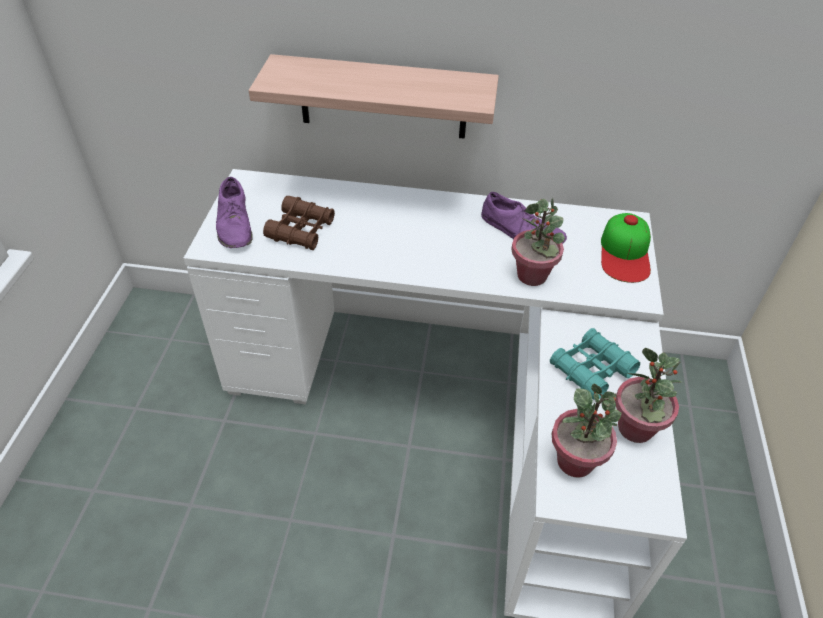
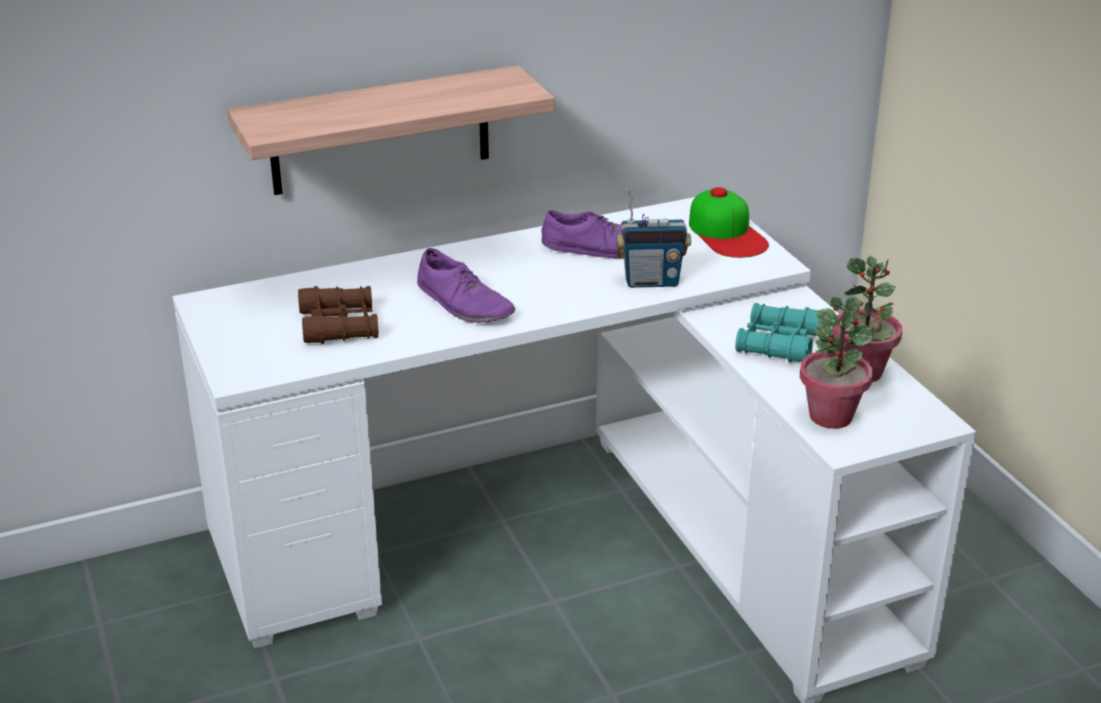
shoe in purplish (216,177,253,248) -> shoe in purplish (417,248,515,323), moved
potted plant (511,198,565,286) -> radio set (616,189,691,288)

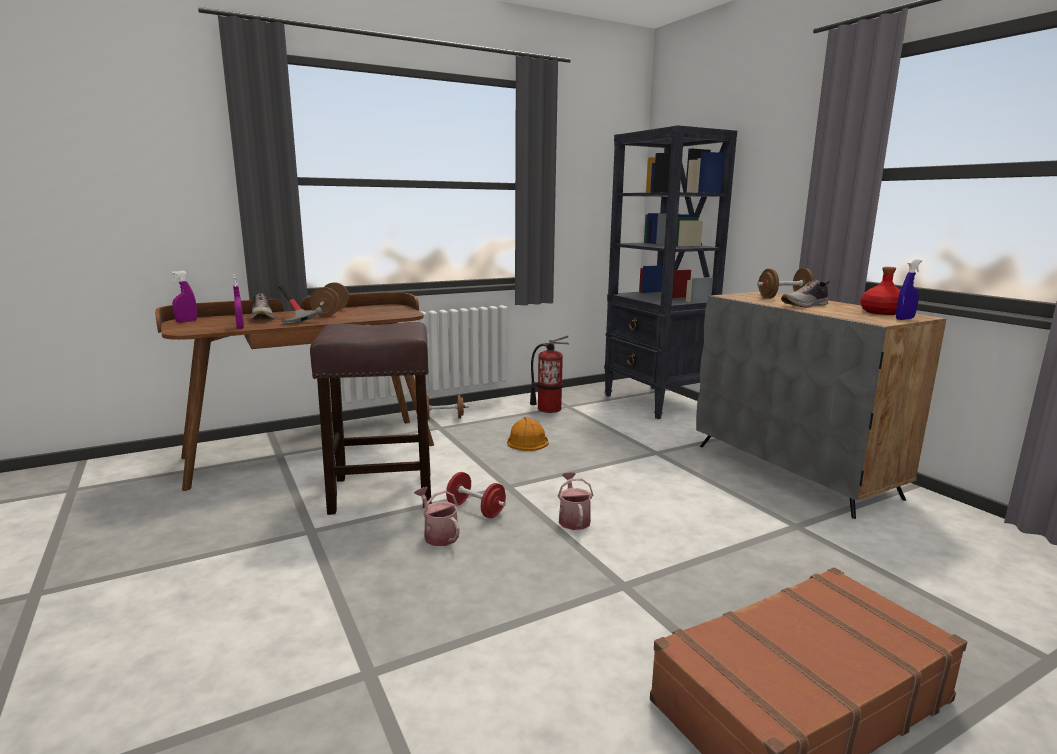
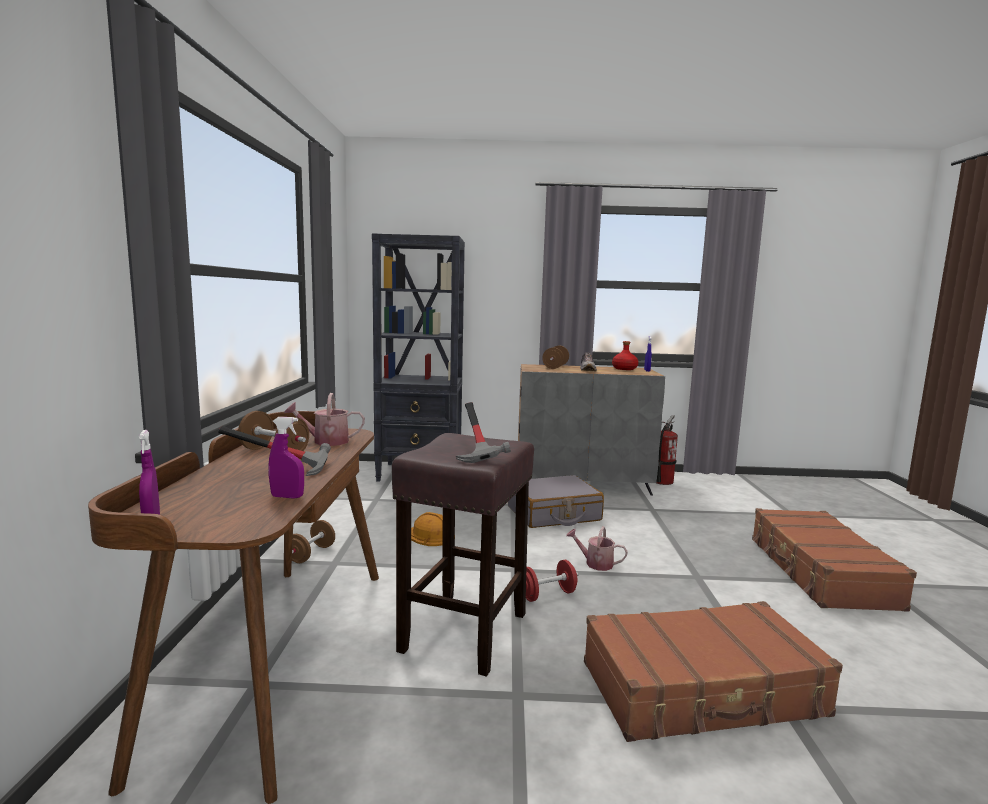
watering pot (414,487,460,546) -> watering pot (284,393,365,446), moved
none -> hand hammer (456,402,511,463)
none -> travel case in gray (508,475,604,528)
none -> travel case in brownish (584,601,843,742)
fire extinguisher (530,335,569,413) -> fire extinguisher (656,415,678,485), moved
shoe (251,293,275,320) -> none

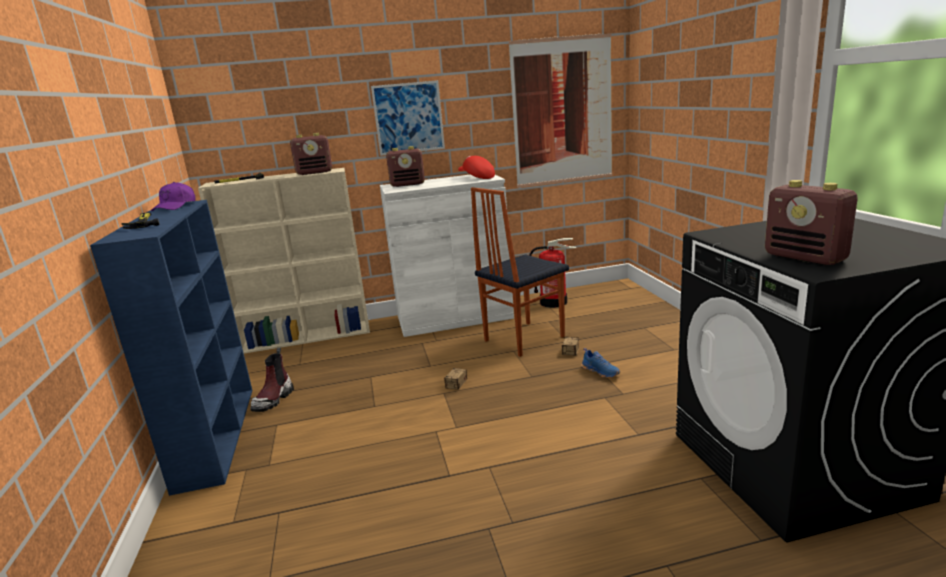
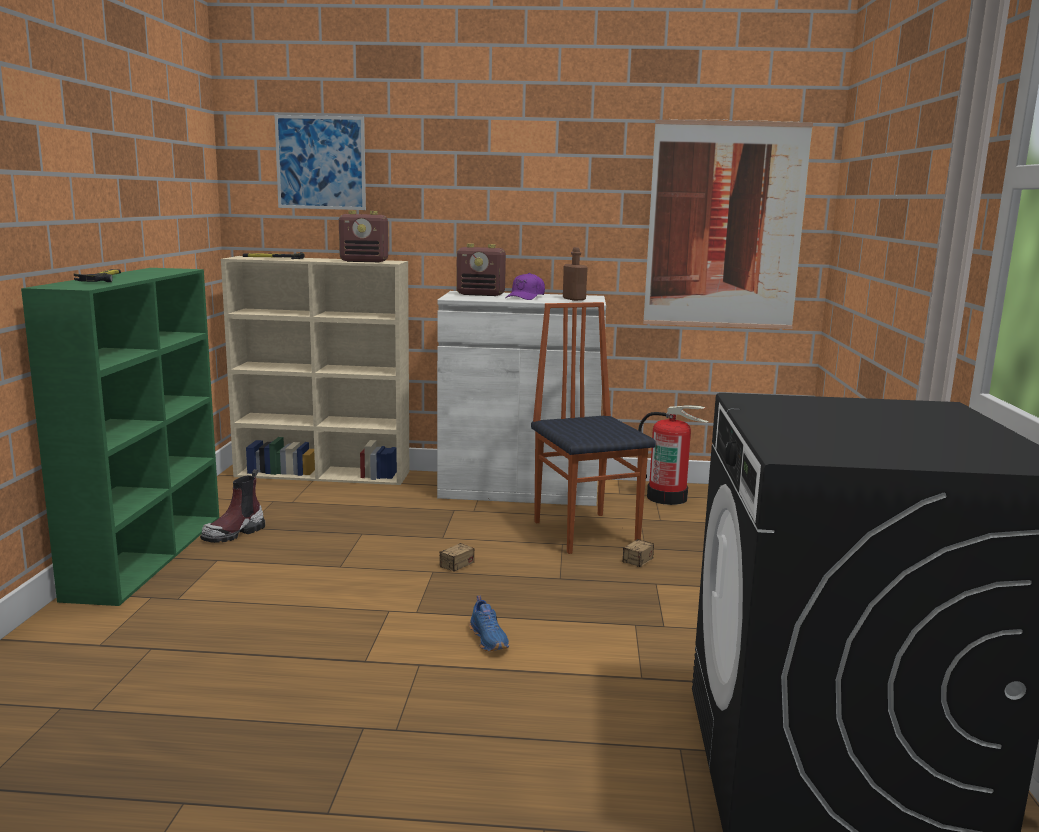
bookcase in blue-coloured (90,200,252,496) -> bookcase in green (21,268,219,606)
wall picture (371,80,445,156) -> wall picture (275,115,366,210), moved
shoe in blue-coloured (582,348,620,378) -> shoe in blue-coloured (469,596,509,651), moved
cap in purplish (151,182,196,211) -> cap in purplish (505,273,545,300), moved
plain chair (471,187,569,357) -> plain chair (531,302,656,554), 90 degrees clockwise
cap in reddish (458,156,495,179) -> beverage bottle in brownish (563,247,588,301)
radio set (765,180,858,265) -> none

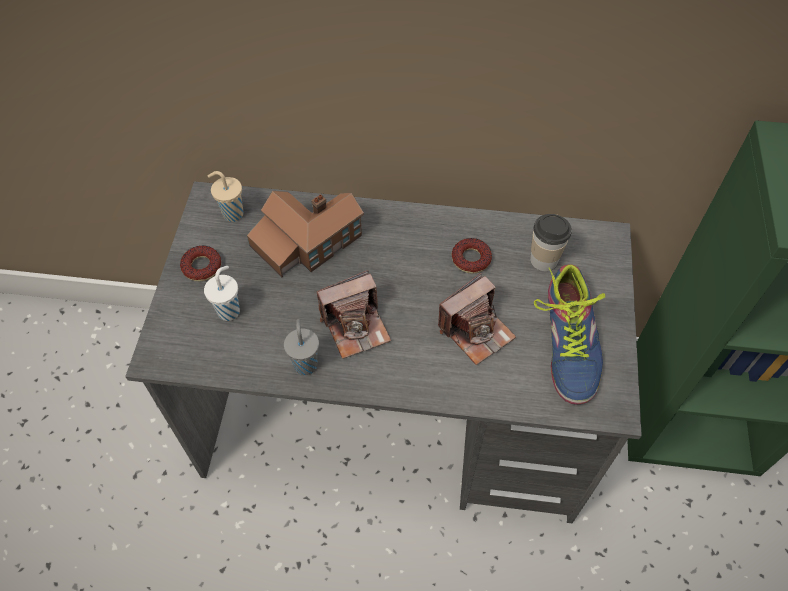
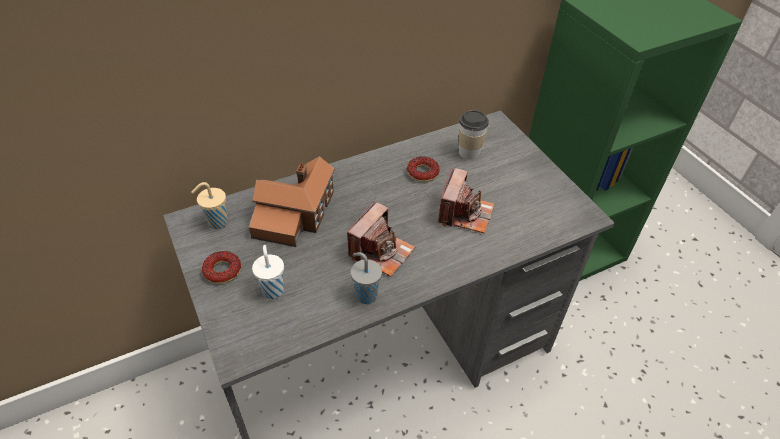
shoe (534,264,605,404) -> none

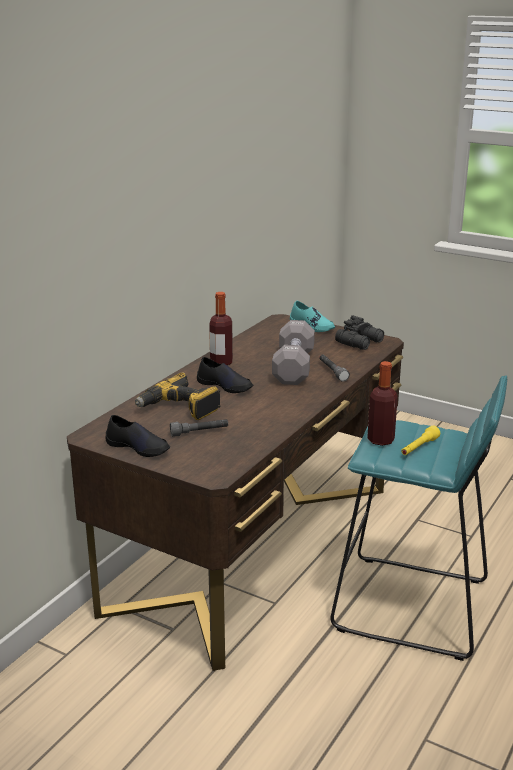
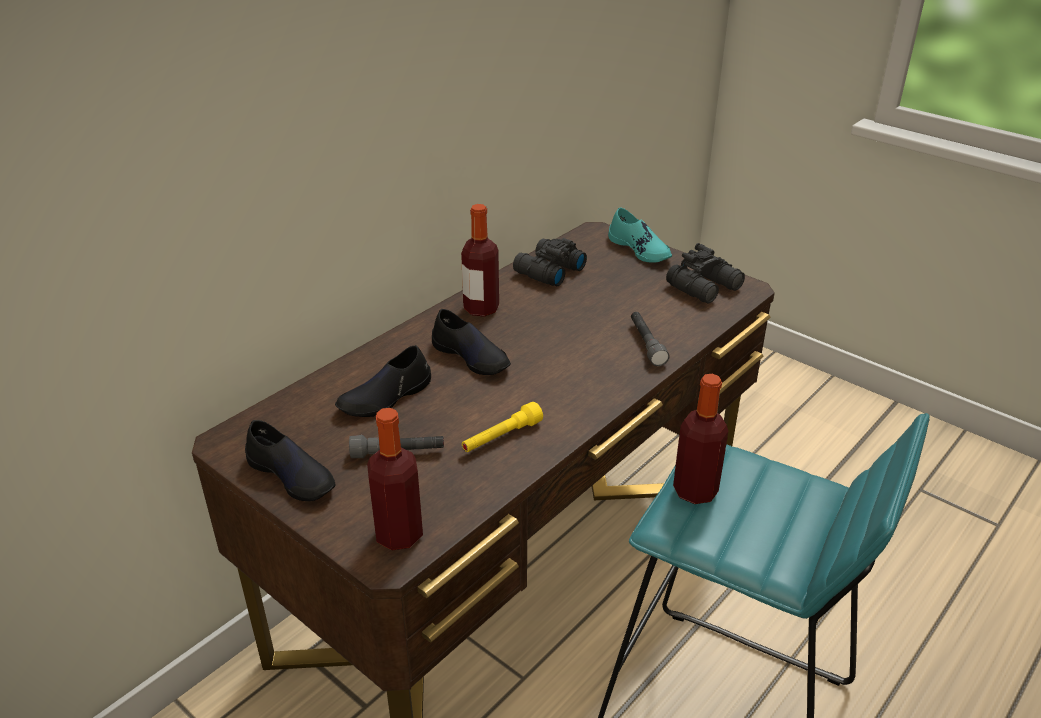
electric drill (135,372,221,420) -> shoe in blackish (335,345,431,417)
none -> beverage bottle (367,408,423,550)
flashlight in yellow-coloured (401,426,440,455) -> flashlight in yellow-coloured (462,402,543,452), moved
none -> pair of binoculars in blackish (513,238,587,286)
hand weight in gray (272,320,315,385) -> none

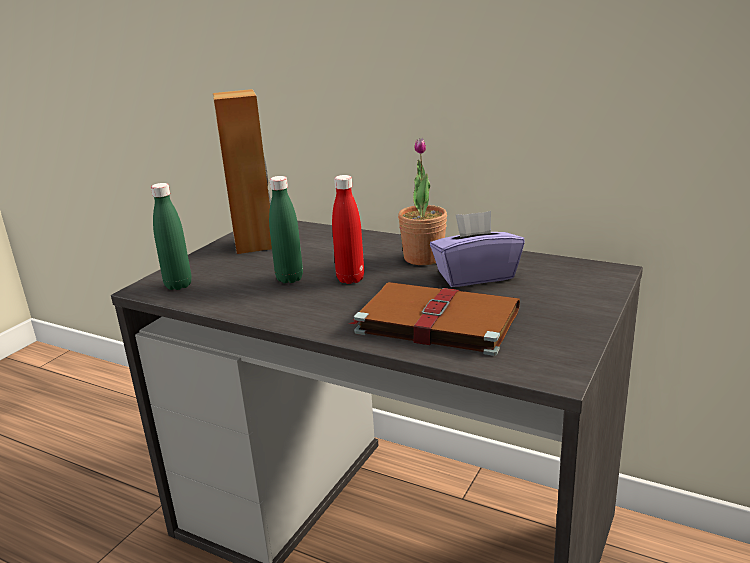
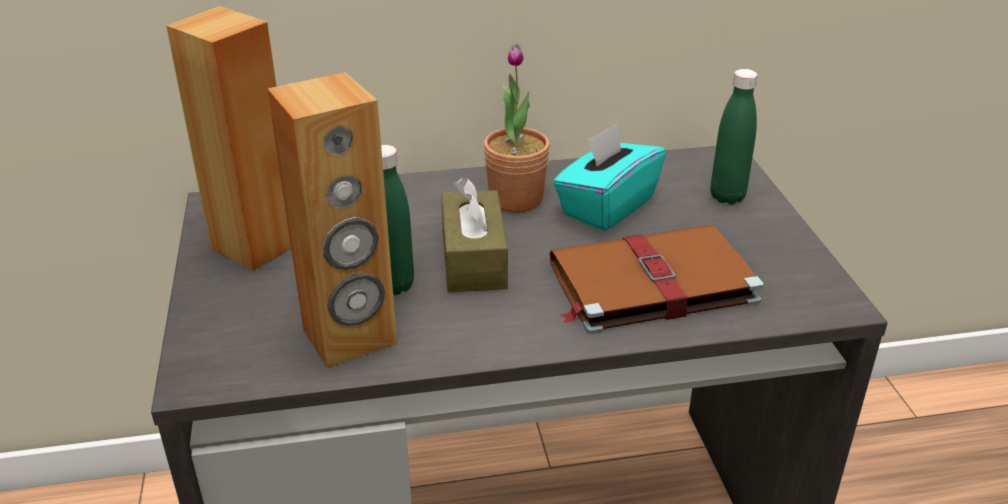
none -> loudspeaker in brownish (267,72,397,368)
beverage bottle in reddish (332,175,364,284) -> tissue box in brownish (441,177,508,292)
tissue box in purplish (430,211,525,287) -> tissue box in turquoise (553,123,666,231)
beverage bottle in green (151,183,191,290) -> beverage bottle in green (710,69,758,204), moved

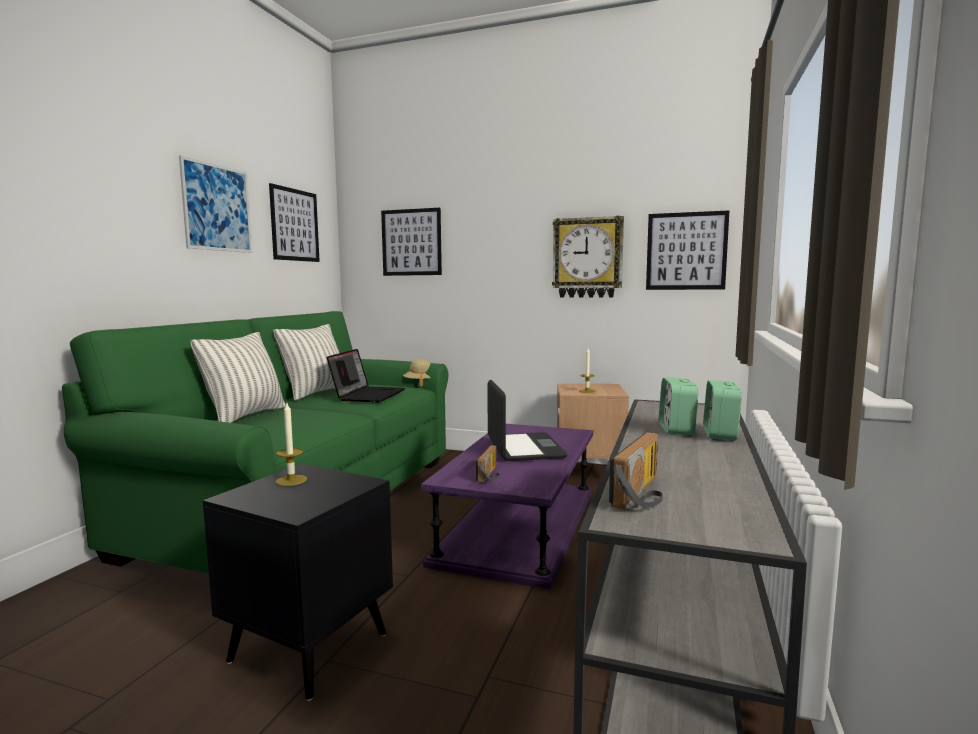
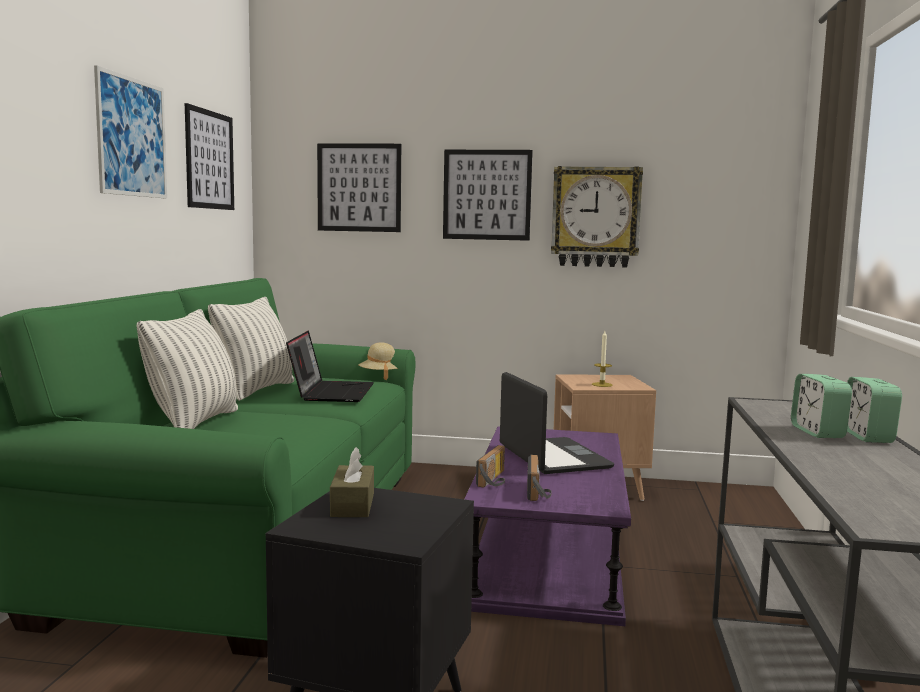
wax candle (276,403,307,486) -> tissue box in brownish (330,447,374,517)
wall picture (646,211,729,290) -> wall picture (443,150,533,241), moved
radio set (609,432,663,509) -> radio set (476,445,505,488), moved

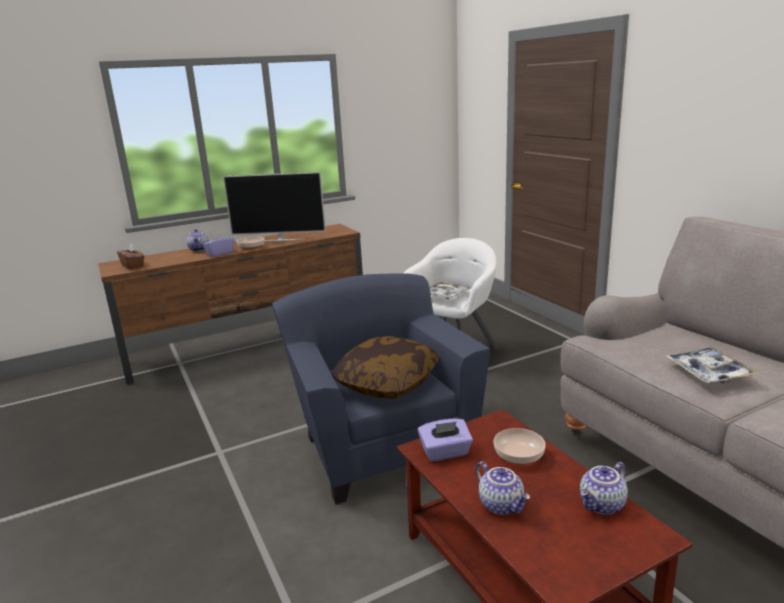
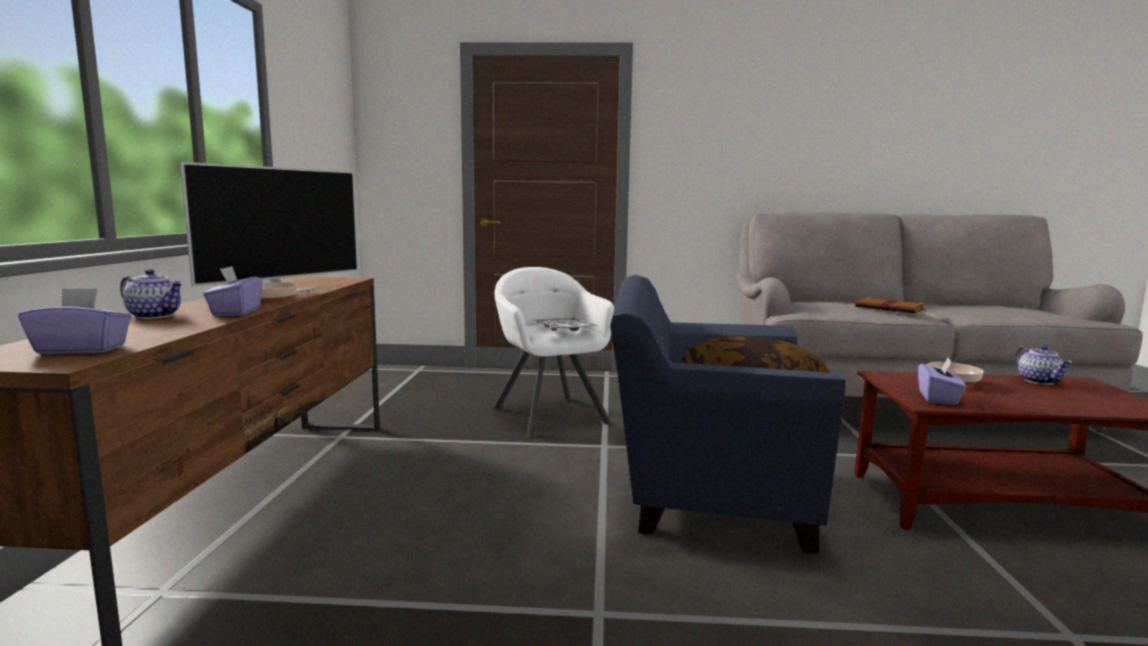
tissue box in brownish (117,243,145,269) -> tissue box in purplish (18,288,132,354)
tray (666,347,759,384) -> book in brownish (855,297,927,314)
tea pot (475,461,530,515) -> none

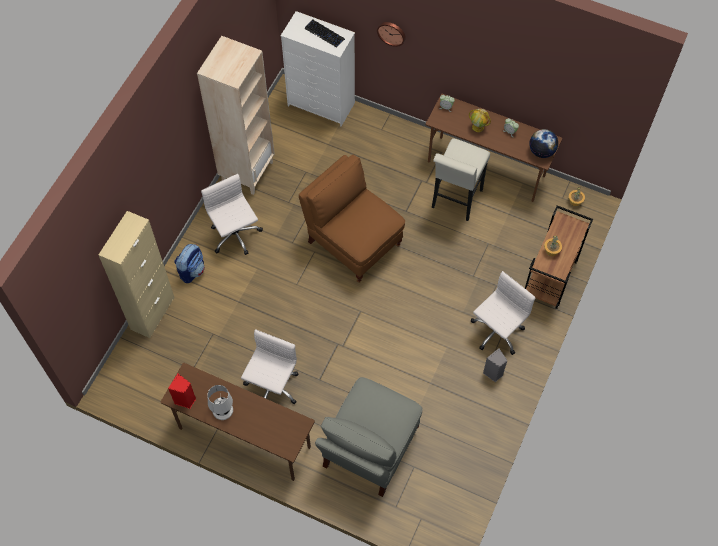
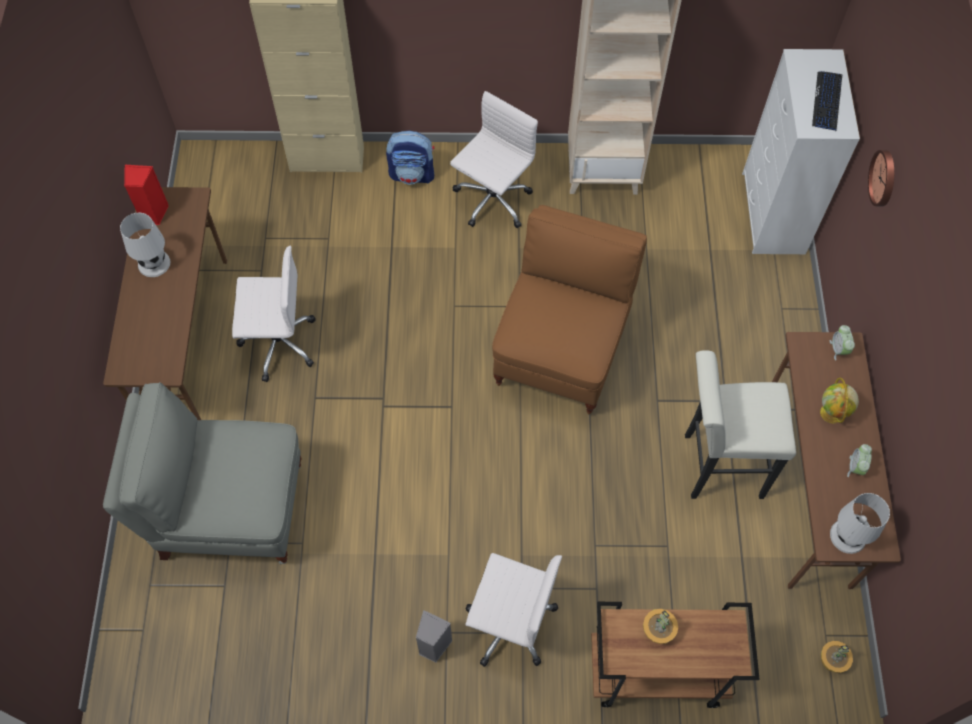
desk globe (529,129,558,158) -> lamp for a table in white (830,493,890,554)

